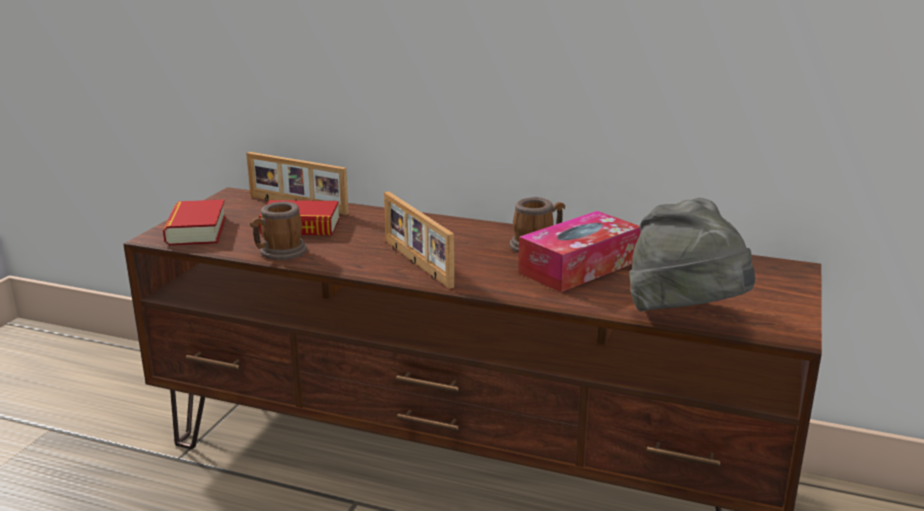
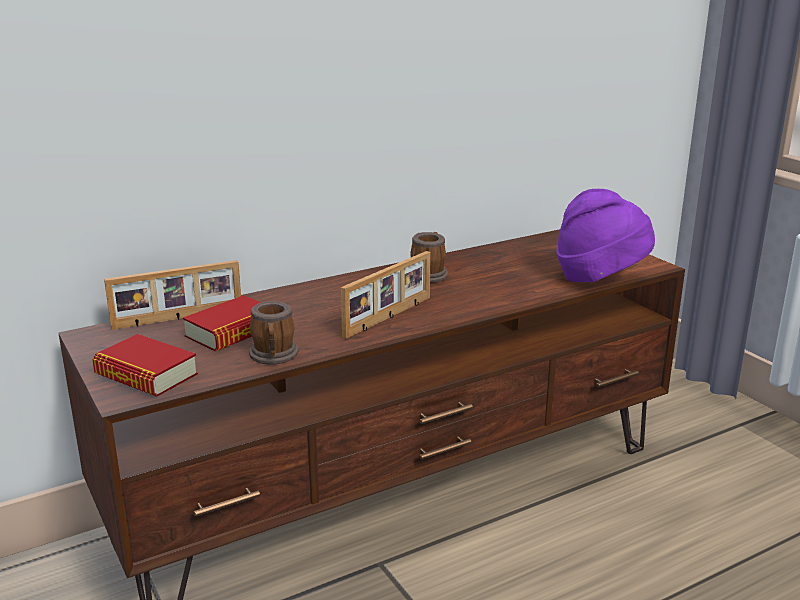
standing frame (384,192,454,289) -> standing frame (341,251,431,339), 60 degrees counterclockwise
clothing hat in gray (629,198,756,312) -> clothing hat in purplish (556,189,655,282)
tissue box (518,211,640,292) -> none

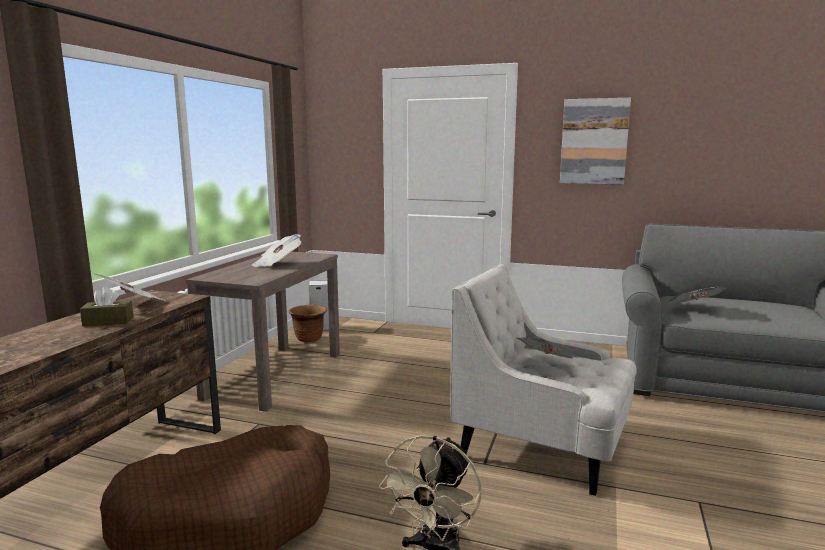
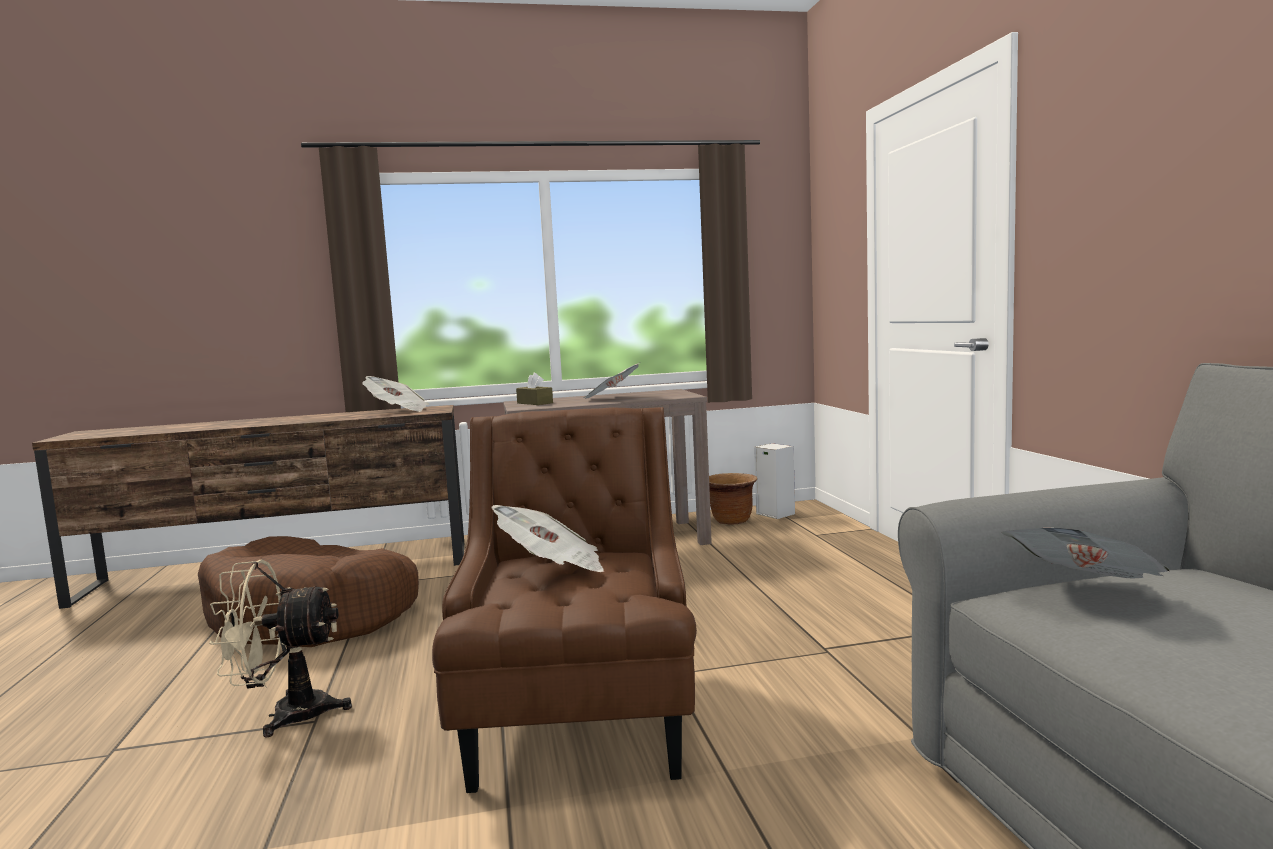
armchair in white (450,264,637,496) -> armchair in brownish (432,407,697,793)
tissue box in brownish (80,287,134,326) -> tissue box in brownish (516,373,553,405), moved
wall picture (560,98,631,185) -> none

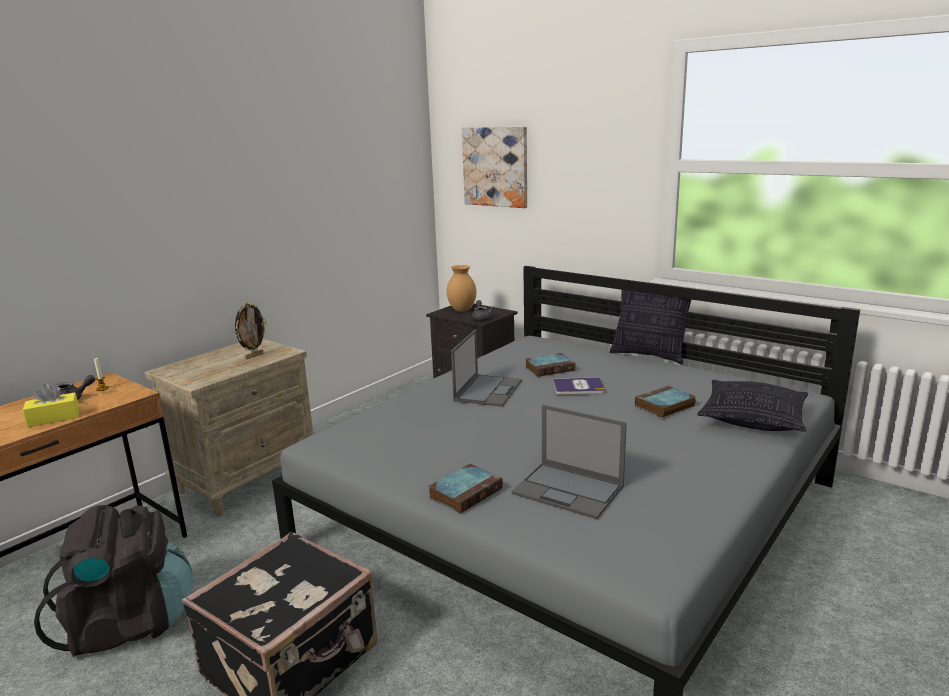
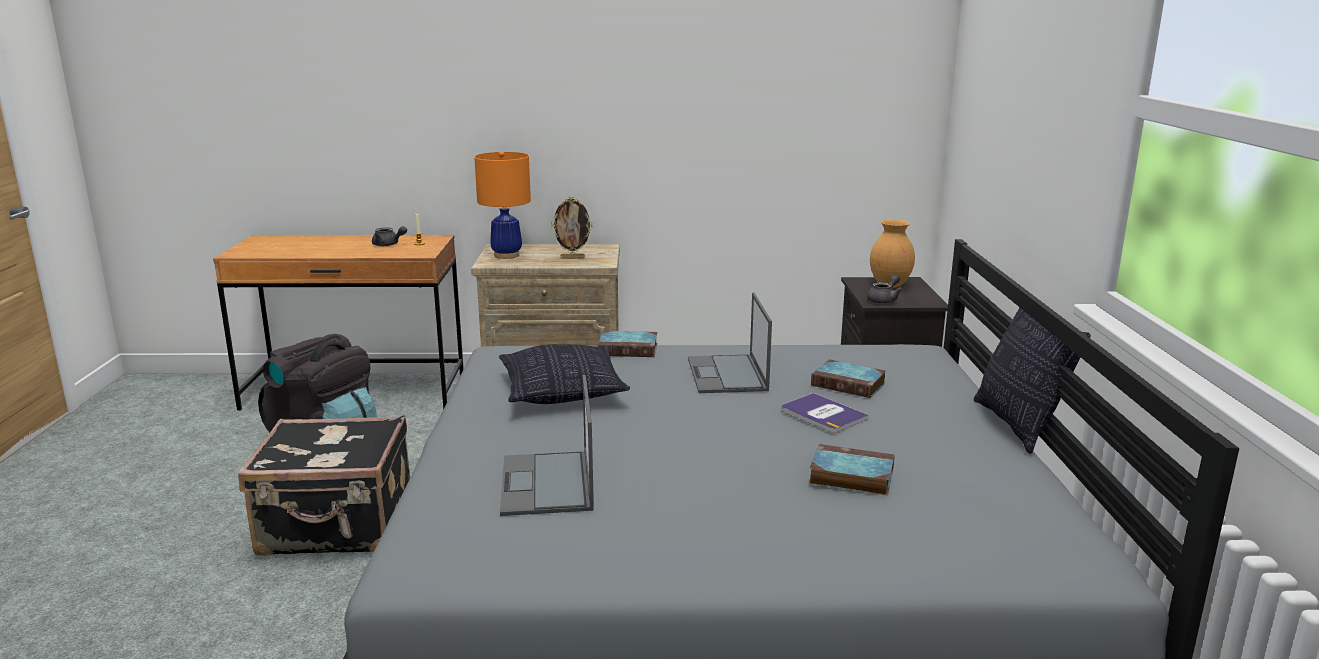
none -> lamp for a table in orange-coloured (474,151,531,259)
pillow (697,380,808,432) -> pillow (499,344,630,404), moved
book (429,464,503,513) -> book (598,331,657,357), moved
laptop (451,330,522,407) -> laptop (688,293,772,393), 105 degrees clockwise
tissue box in yellow-coloured (23,384,79,427) -> none
wall picture (462,127,527,208) -> none

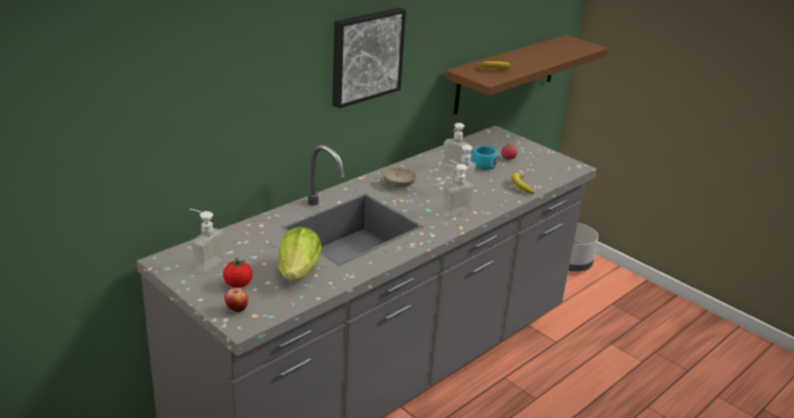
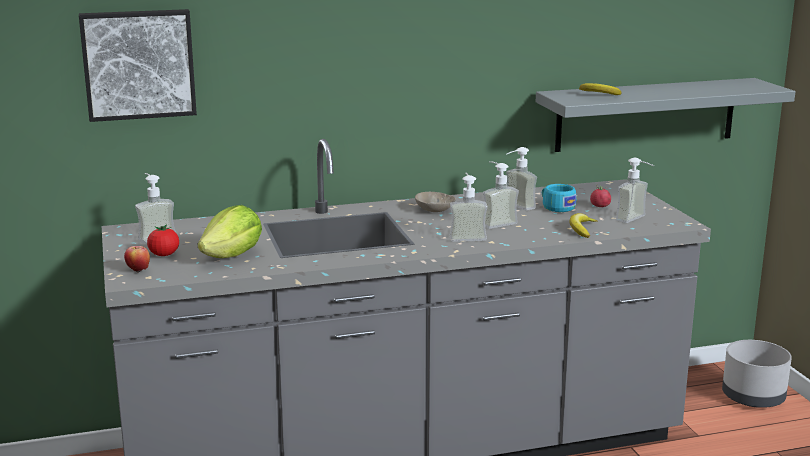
wall picture (332,8,406,108) -> wall picture (79,9,197,122), moved
shelf in brownish (445,35,608,114) -> shelf in gray (536,78,796,152)
none -> liquid soap bottle (616,158,654,223)

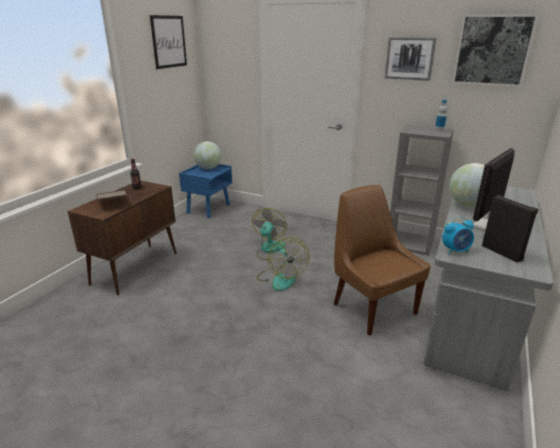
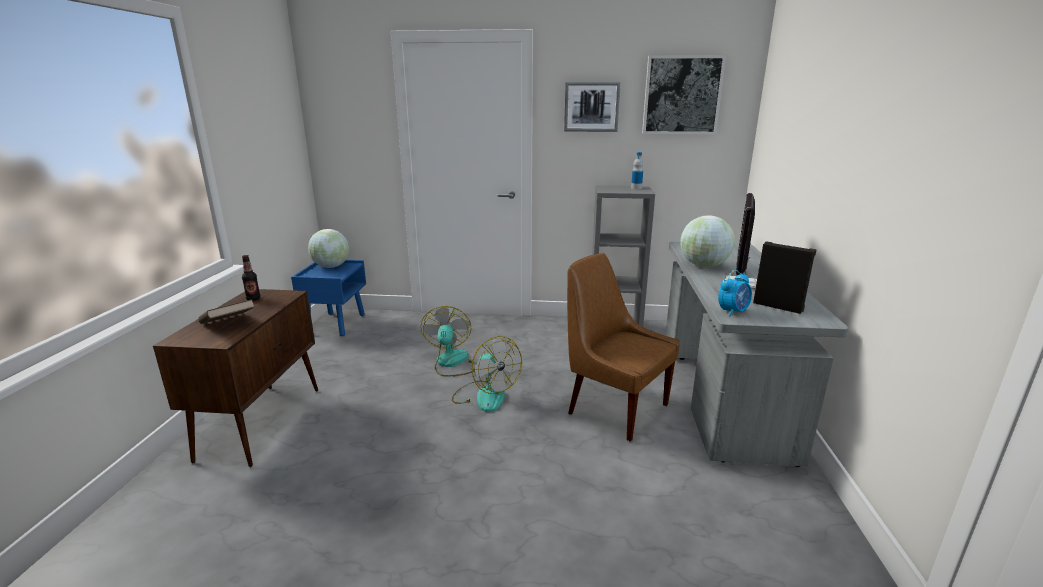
wall picture (150,15,187,69) -> none

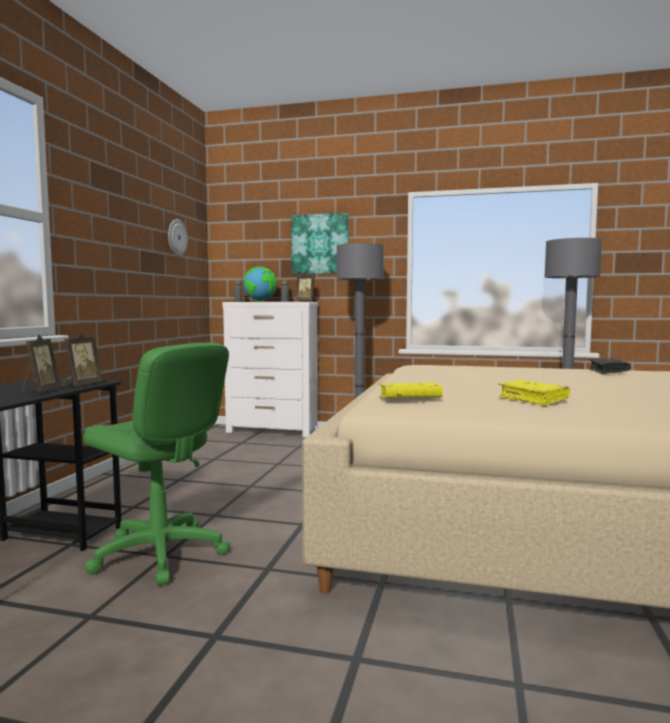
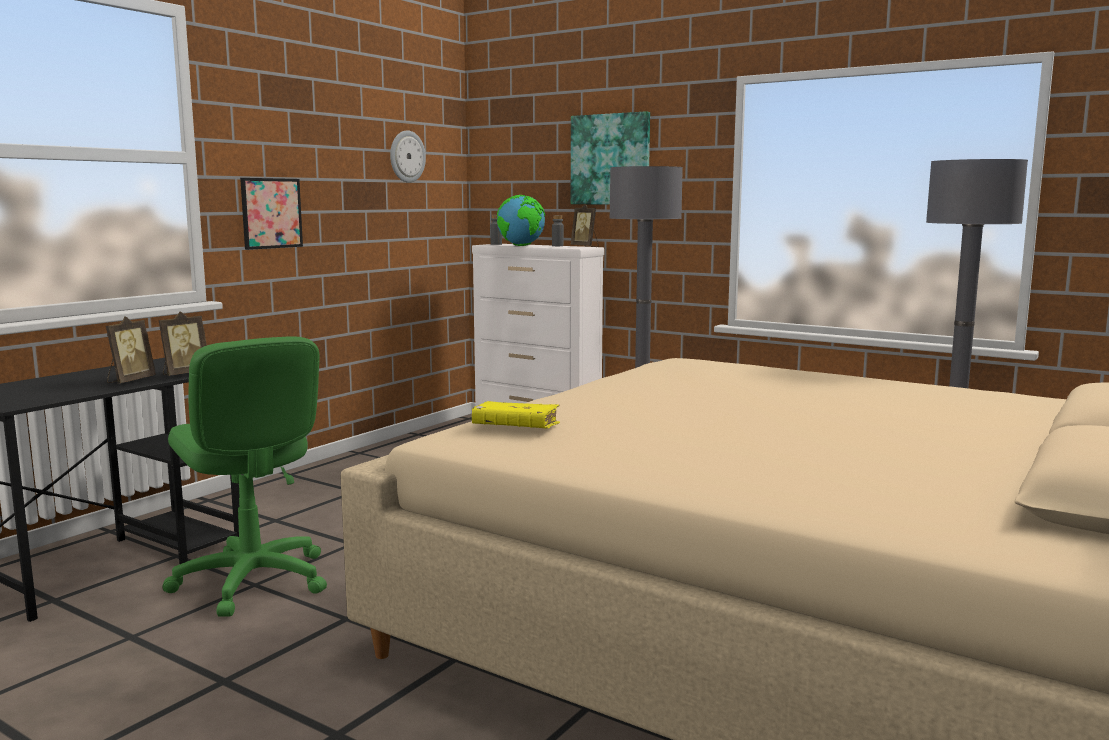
none -> wall picture (240,178,303,250)
book in yellow-coloured (498,380,570,406) -> none
book in blackish (589,359,631,374) -> none

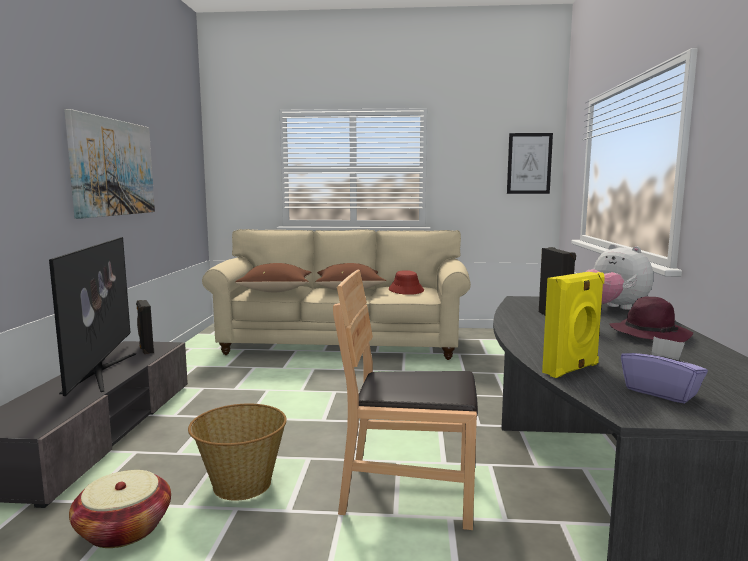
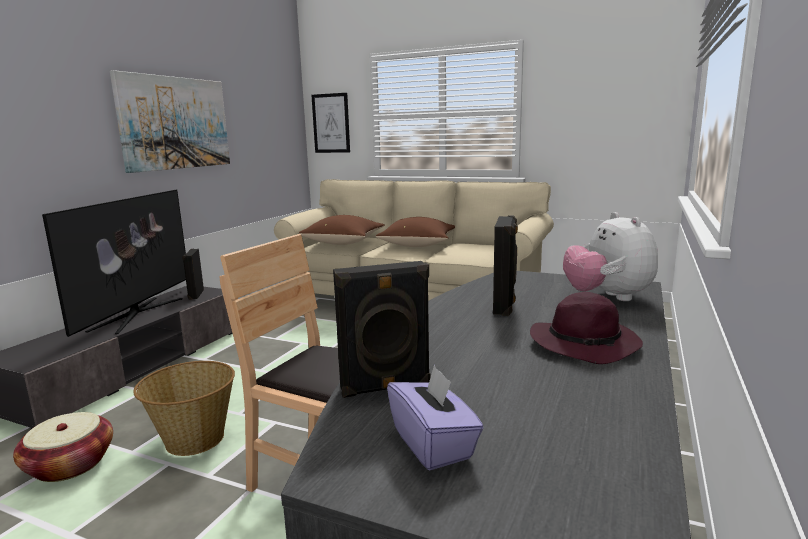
wall picture (507,133,553,194) -> wall picture (311,93,350,153), moved
loudspeaker in yellow-coloured (542,272,605,378) -> loudspeaker in blackish (333,261,431,398)
clothing hat in reddish (389,270,424,295) -> none

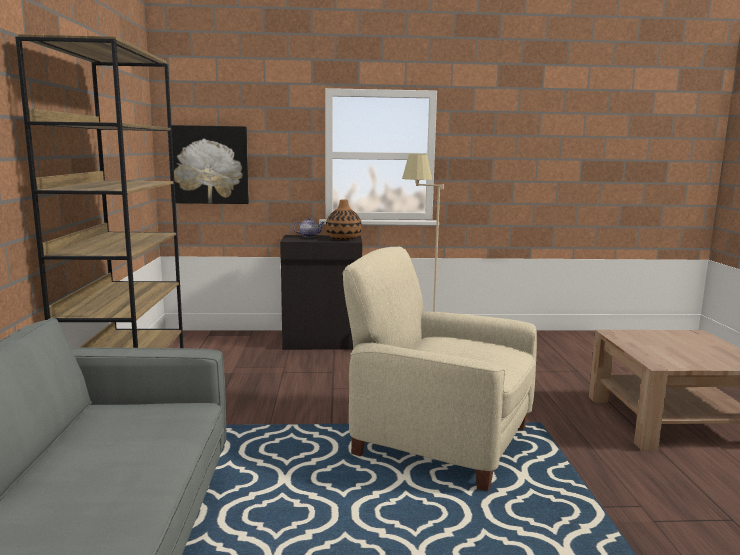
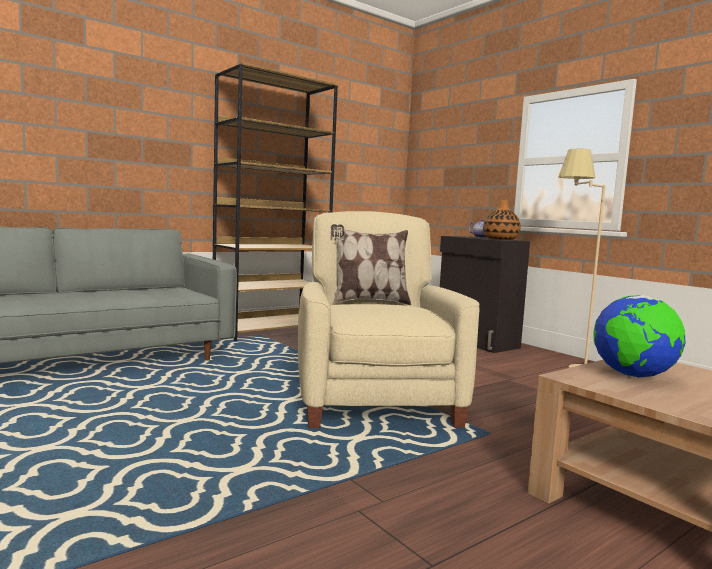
none -> pillow (331,224,411,305)
none -> desk globe (593,295,685,377)
wall picture (167,125,249,204) -> none

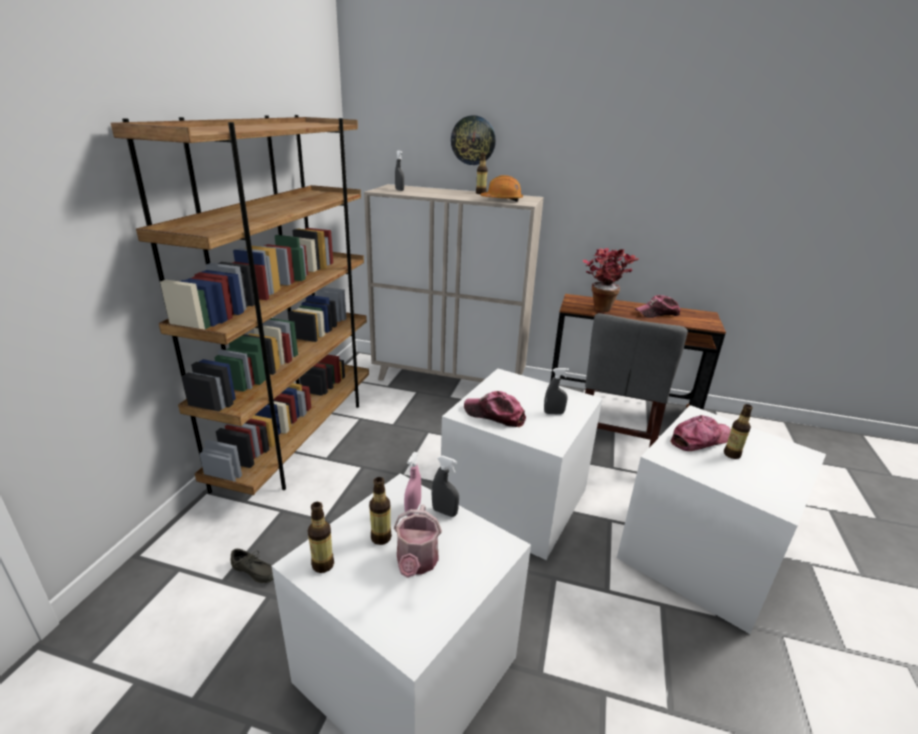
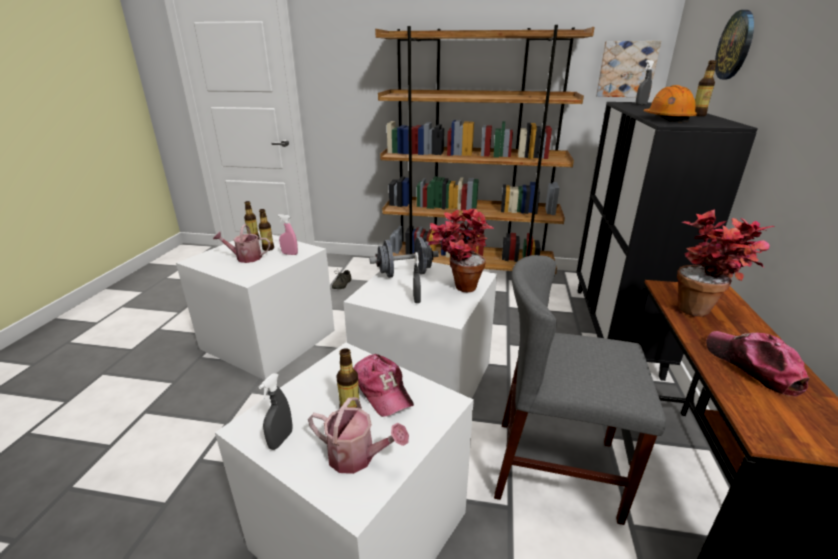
spray bottle in gray (431,455,459,517) -> spray bottle in gray (259,373,292,450), moved
none -> watering pot (308,397,409,474)
cap (464,391,526,427) -> hand weight in gray (370,237,439,278)
none -> potted plant (427,209,495,292)
cupboard in beige-coloured (364,184,544,382) -> cupboard in blackish (576,102,758,381)
none -> wall picture (596,41,661,97)

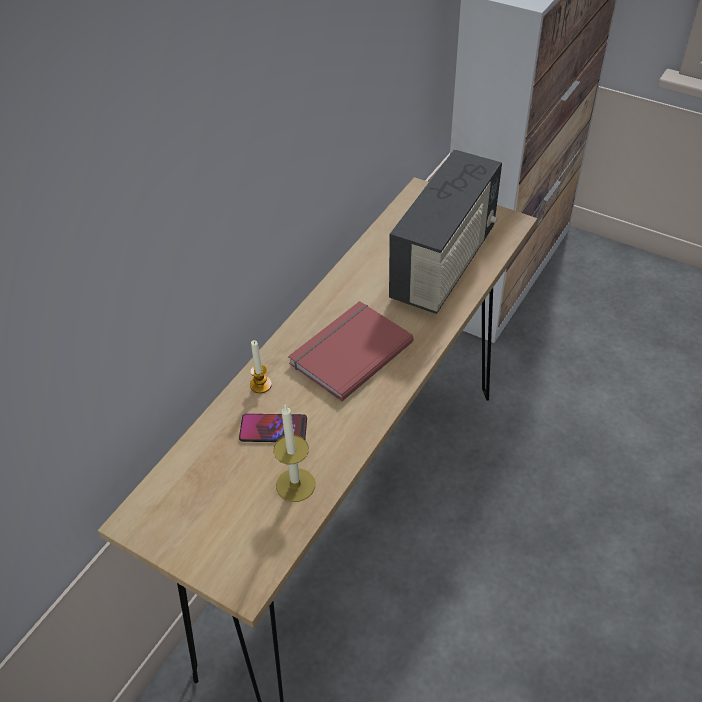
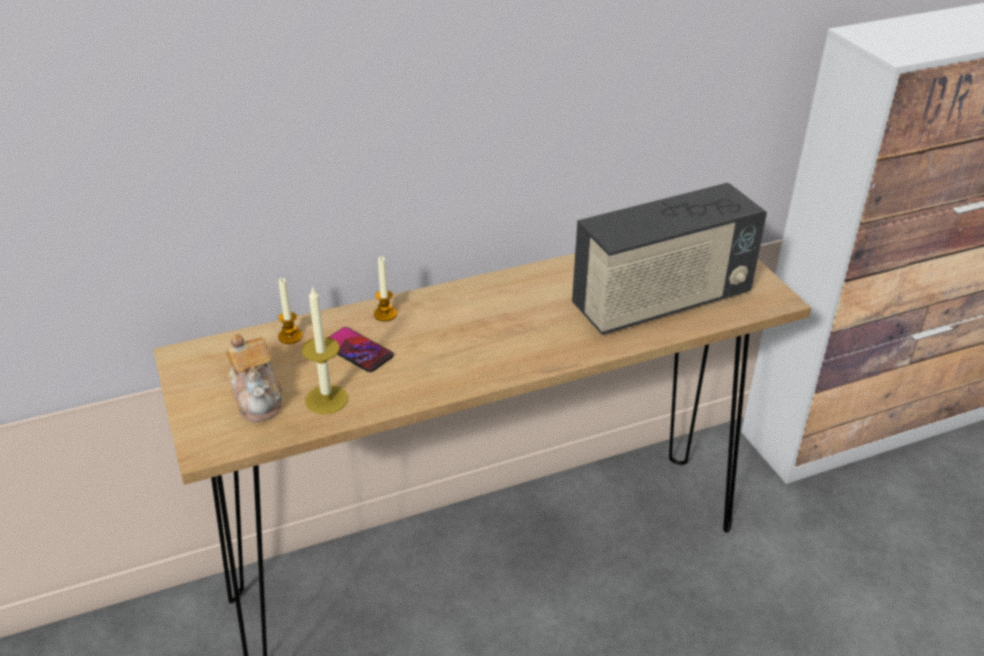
none -> tea pot (226,334,282,422)
none -> wax candle (278,278,303,344)
book in reddish (288,301,414,401) -> none

